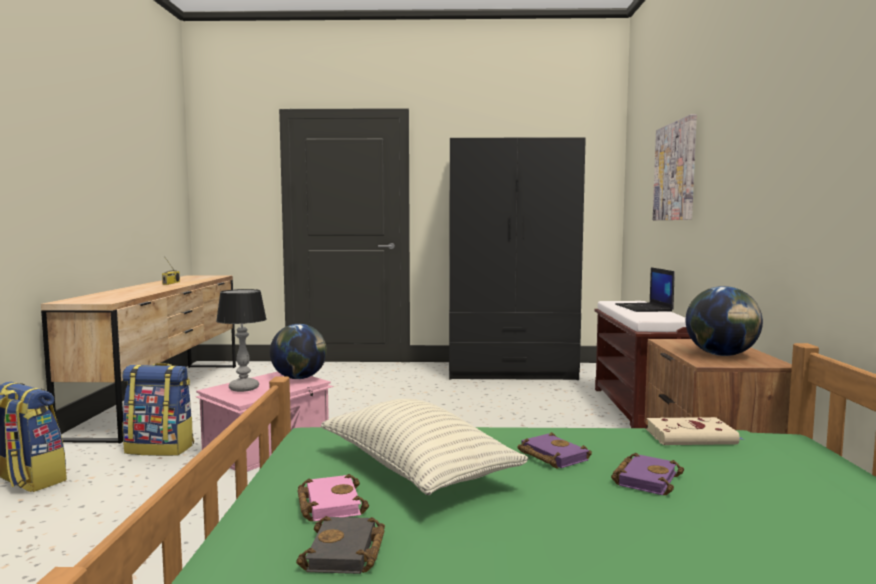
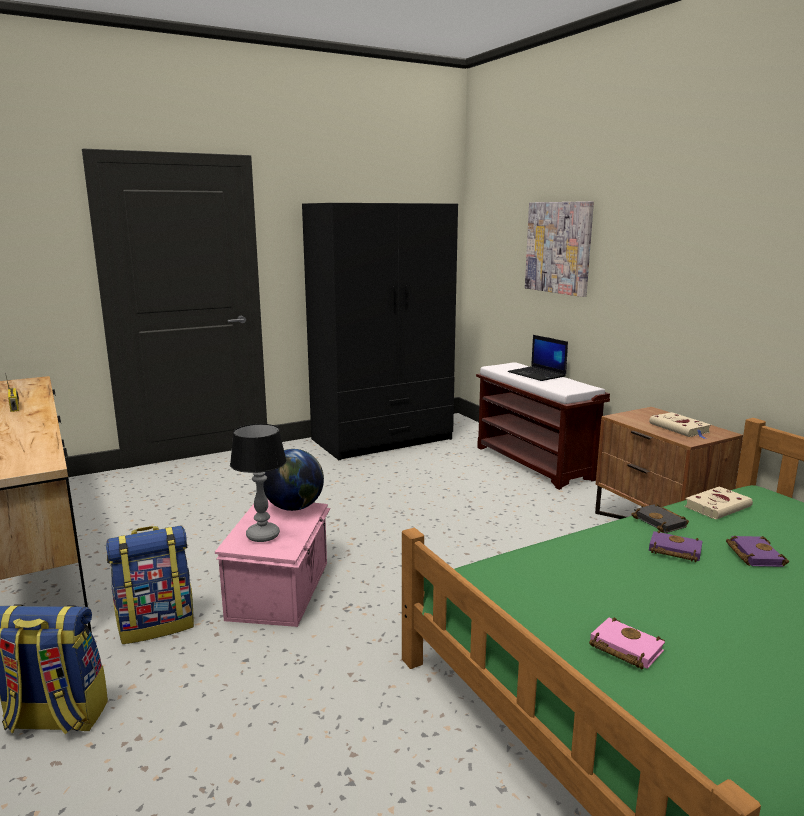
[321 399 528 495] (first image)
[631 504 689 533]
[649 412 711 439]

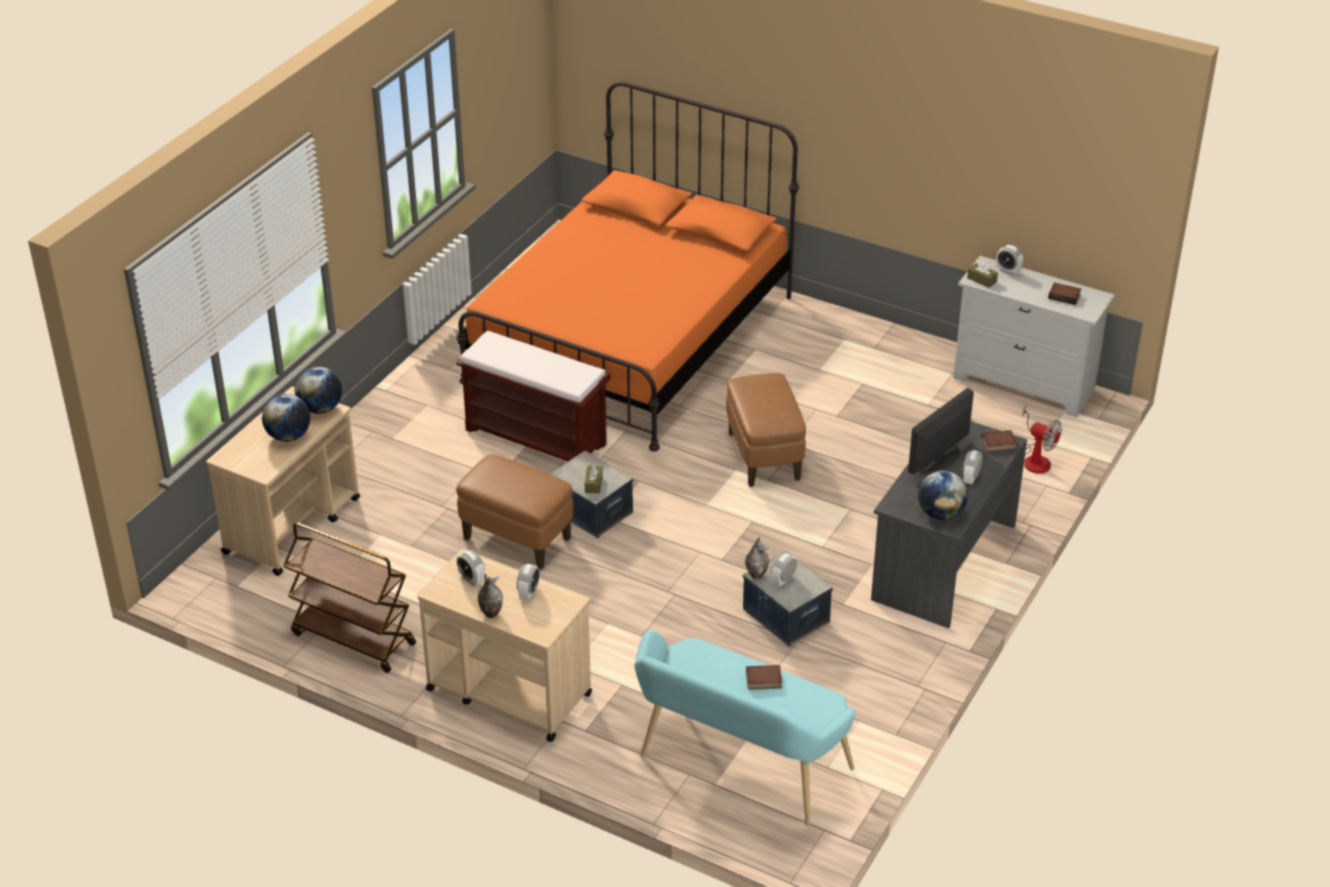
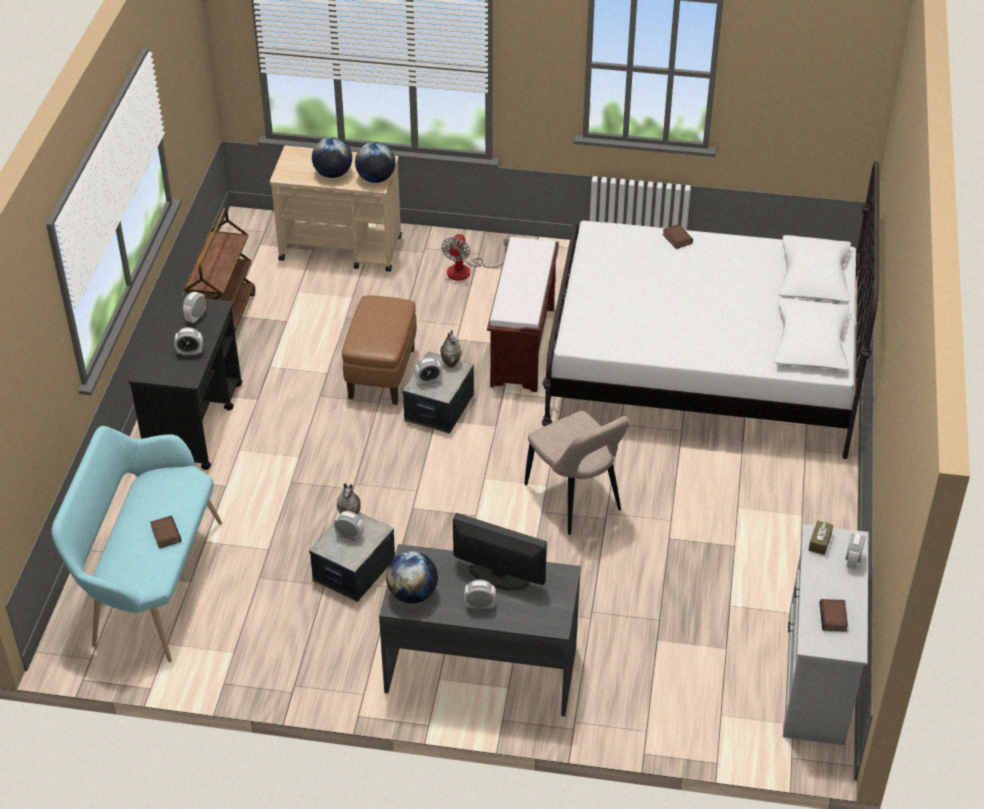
[440 330 462 368]
[662 224 693 249]
[441 234 509 281]
[415 357 442 386]
[524 411 630 535]
[128 295 243 470]
[542 161 879 459]

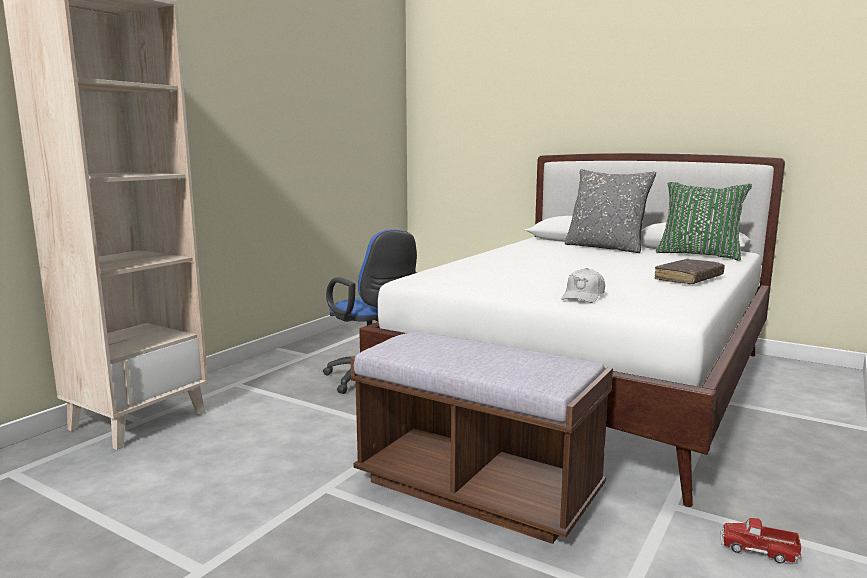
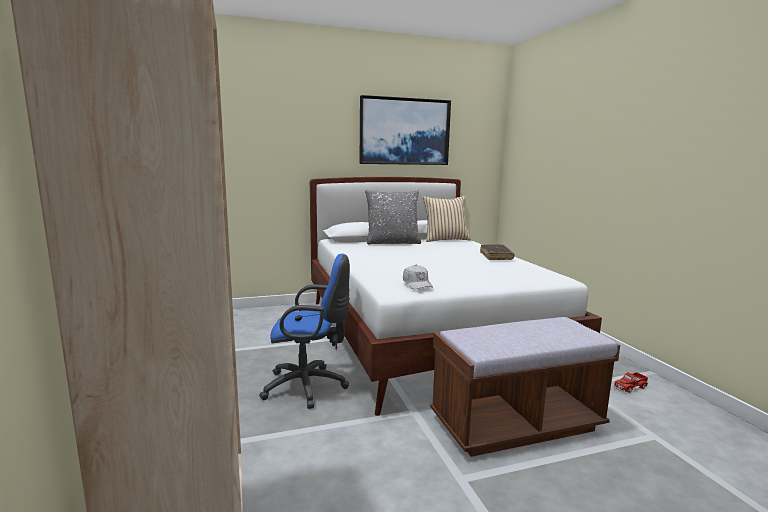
[359 95 451 165]
[403 265 433 289]
[422 196 471 242]

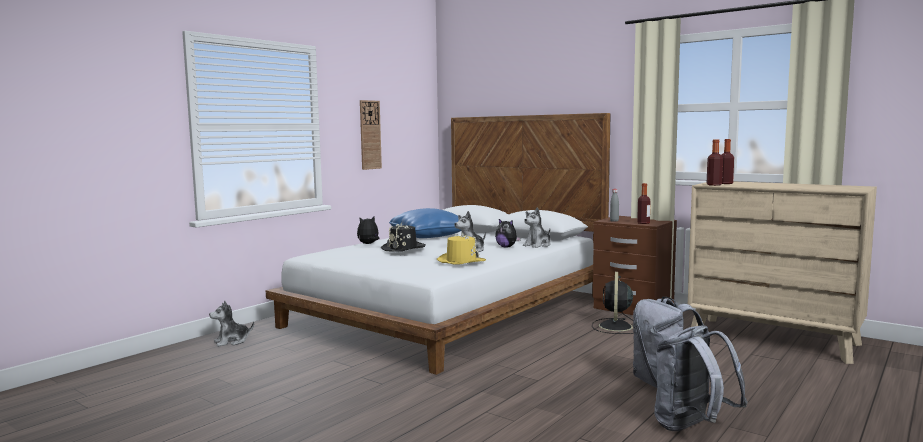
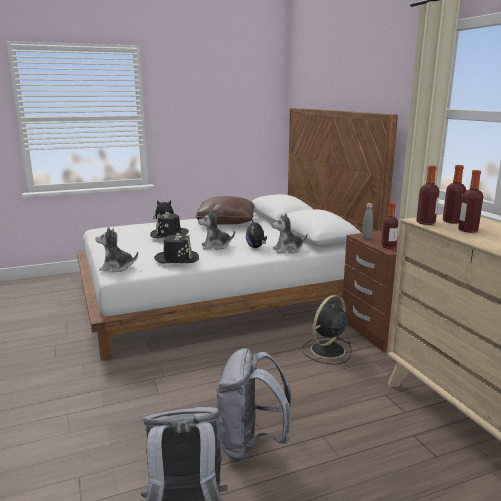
[360 100 382 170] (first image)
[458 170 483 233]
[96 227 138 272]
[195 196 255 225]
[154 233 199 263]

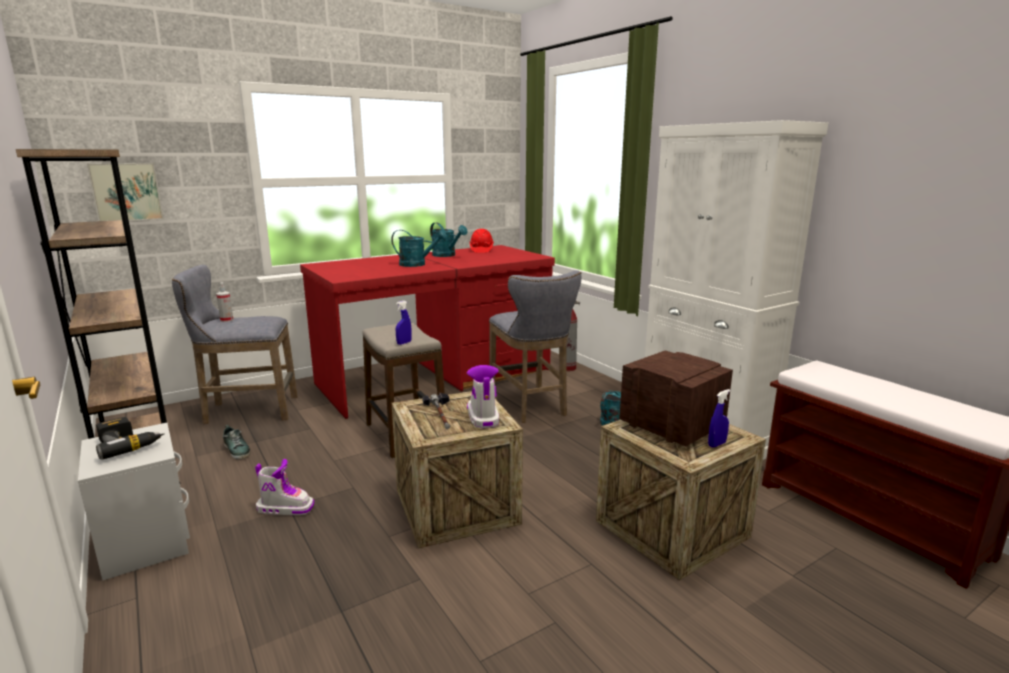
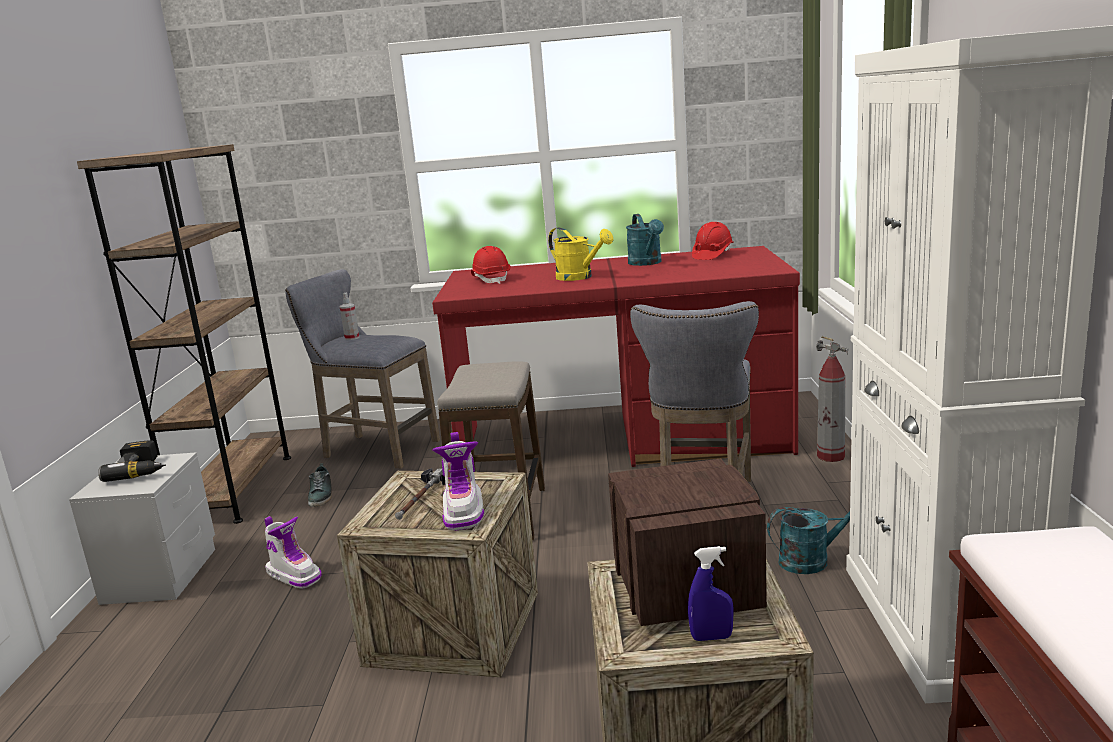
[87 163 164 221] (first image)
[396 301 412 345] (first image)
[471 246 510 284]
[548 227 613 281]
[432 432 484 531]

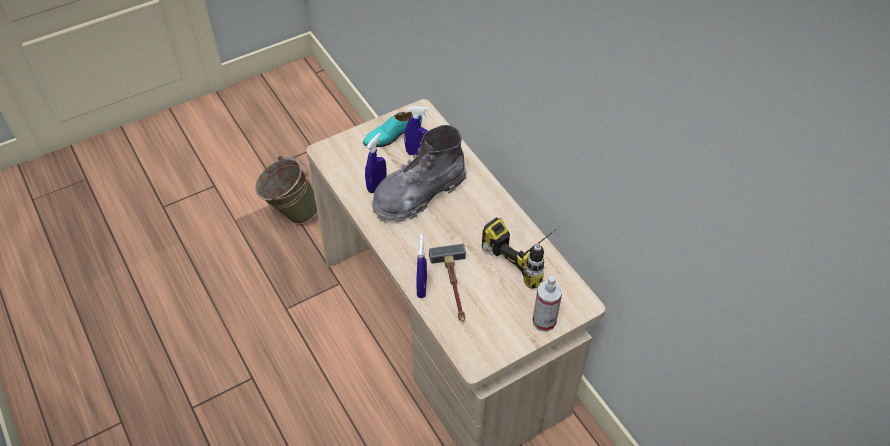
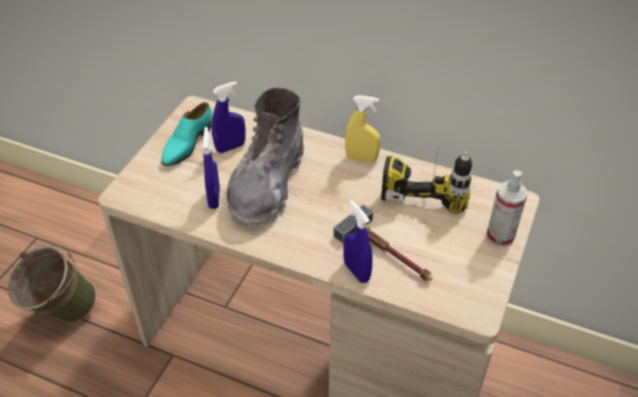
[345 95 381 163]

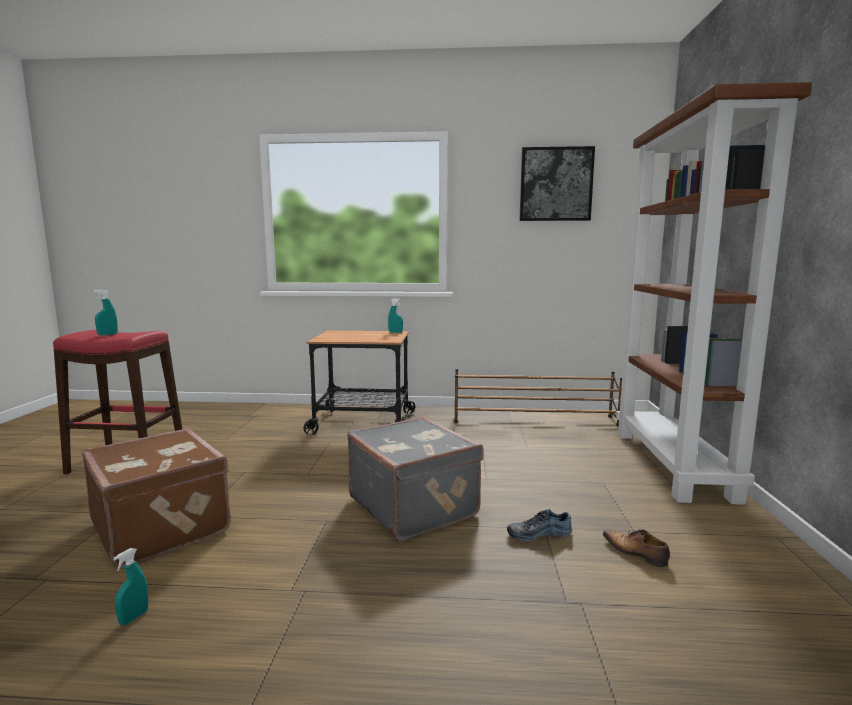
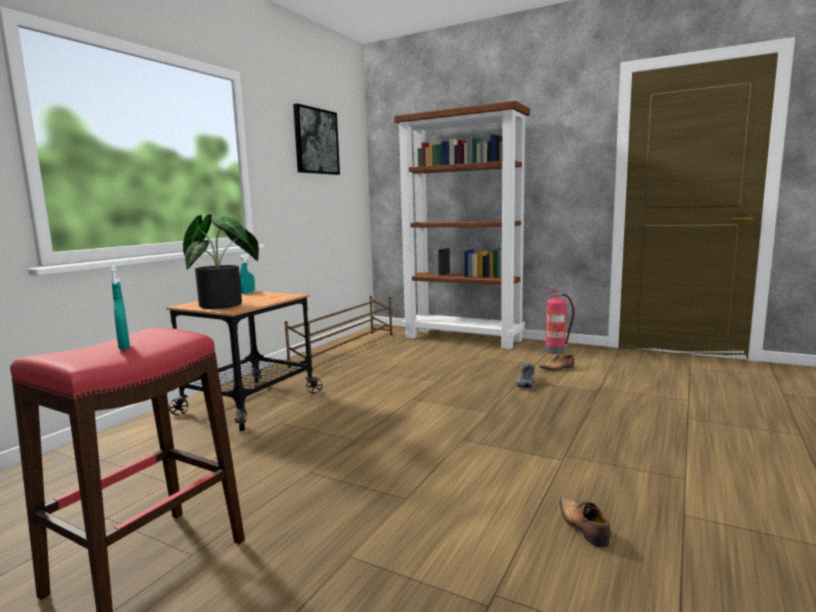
[82 428 231 568] (first image)
[347 417 483 541] (first image)
[183 214 259 309]
[545 288 574 354]
[559 496 611 548]

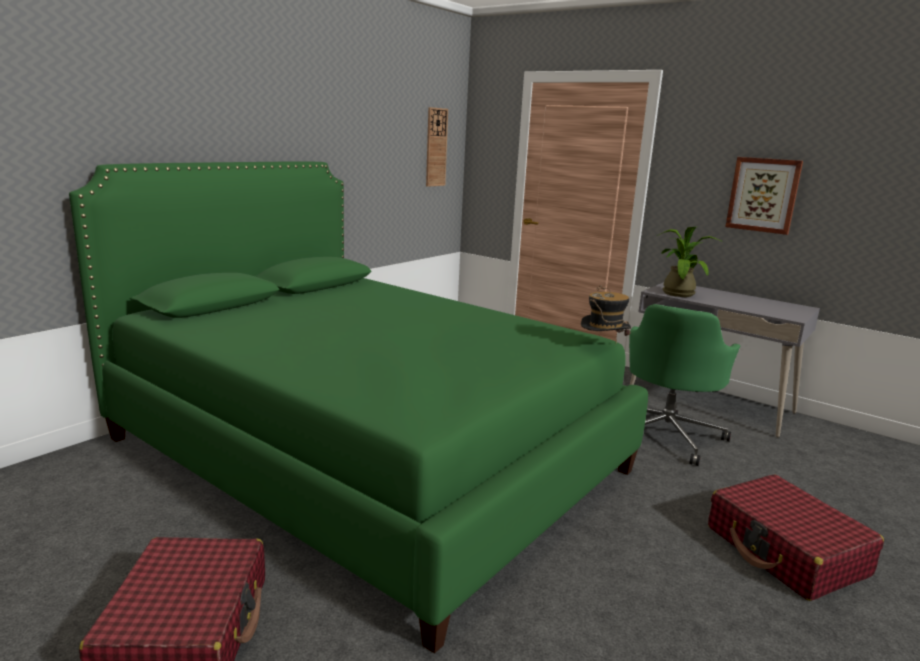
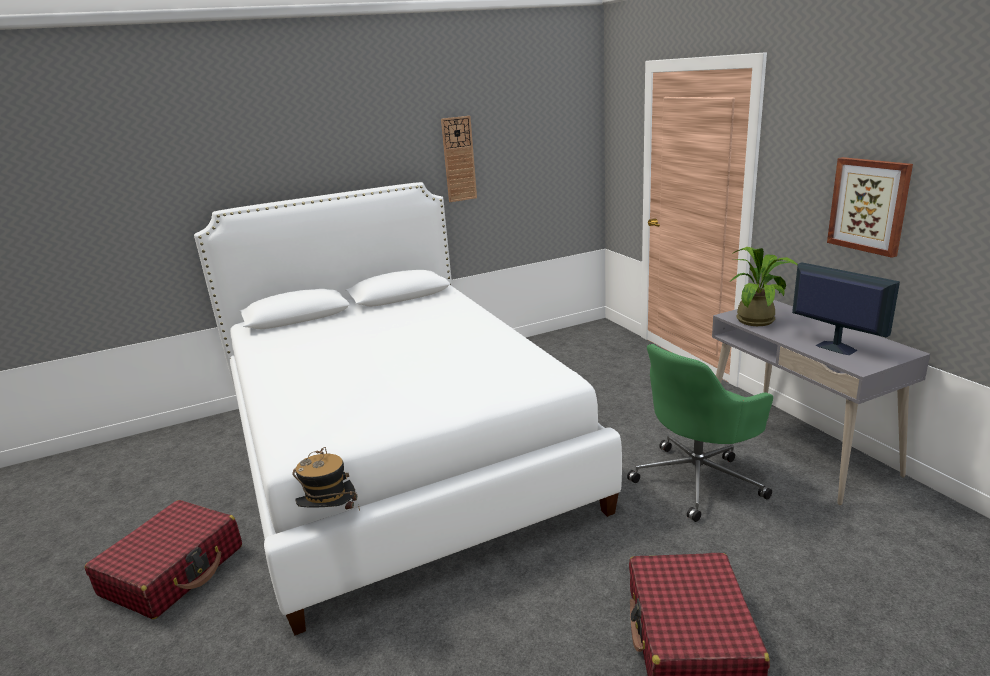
[792 262 900 355]
[441 116 477 202]
[292 447 360 511]
[194 182 622 635]

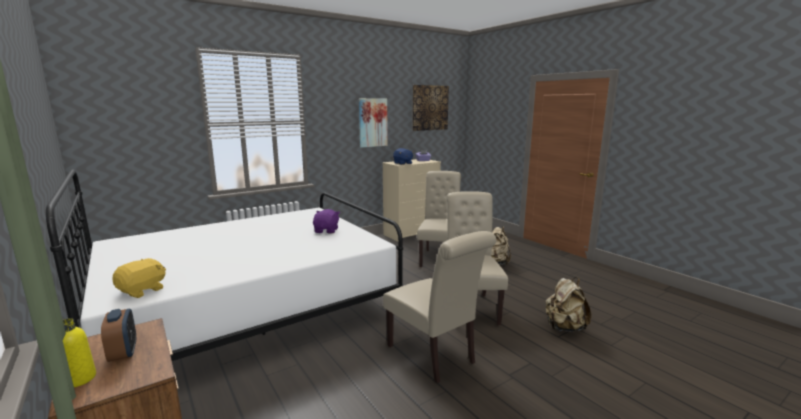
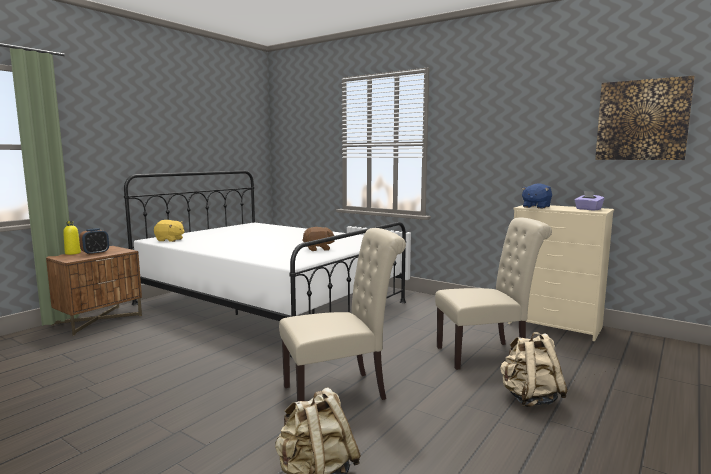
[359 98 388 147] (first image)
[383 231 496 383] (first image)
[302 227 335 251]

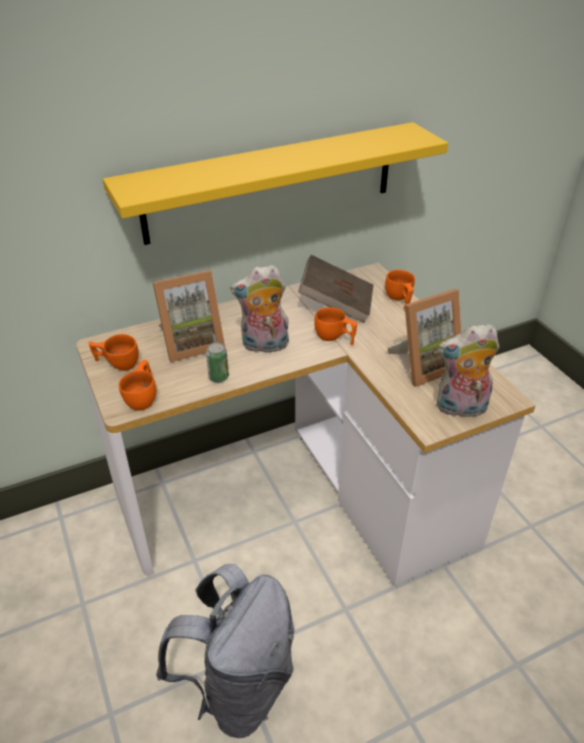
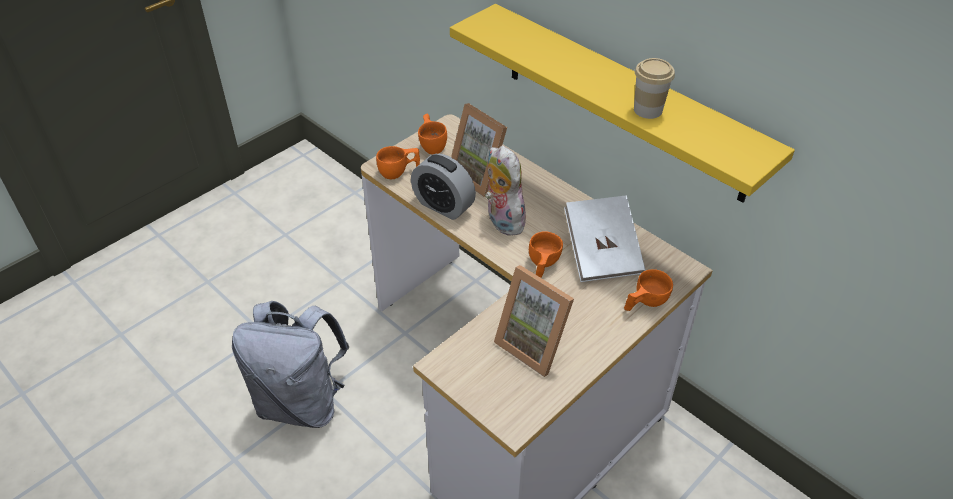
[437 324 500 417] (first image)
[634 58 675 119]
[411 154 476 220]
[564 195 645 282]

